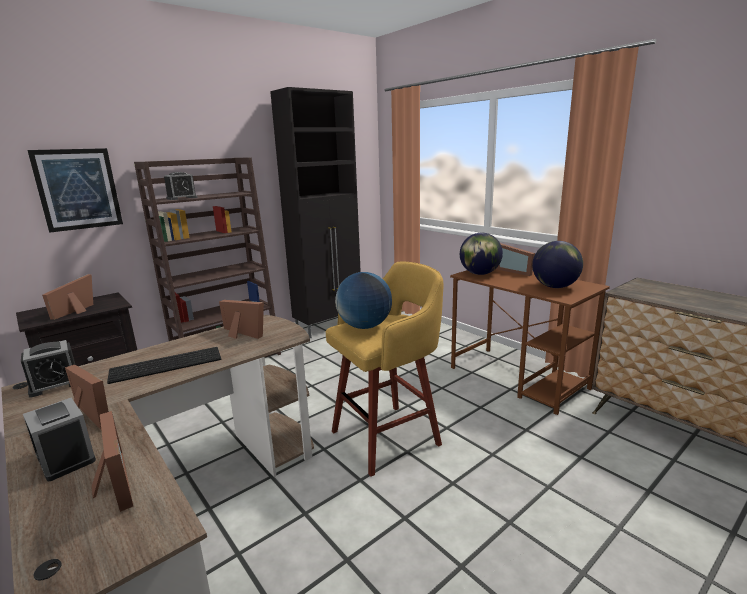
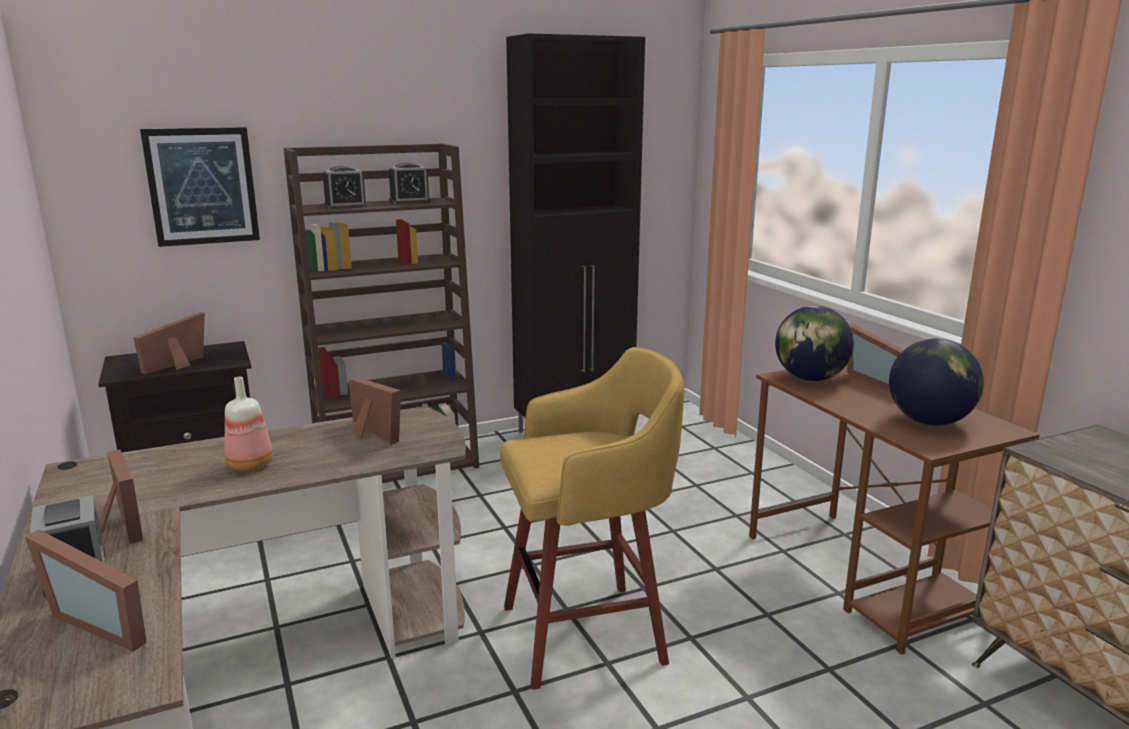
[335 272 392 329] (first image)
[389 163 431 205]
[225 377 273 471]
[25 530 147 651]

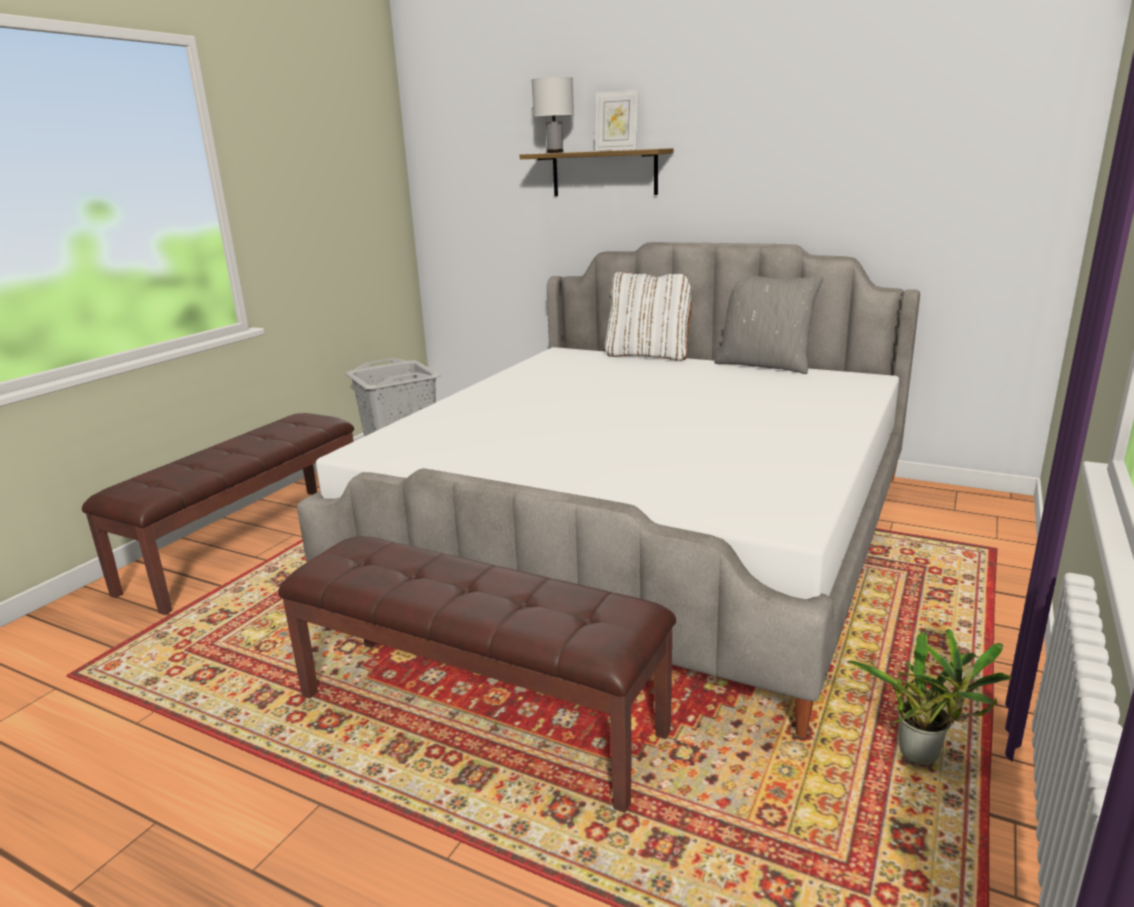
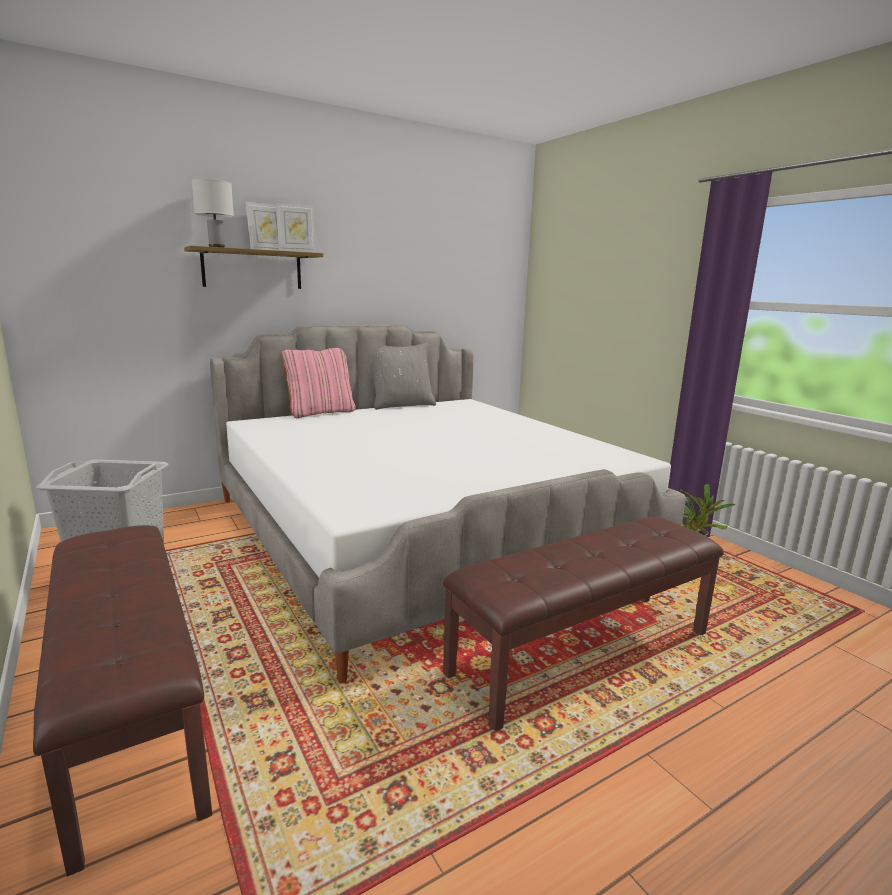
[276 203 316 253]
[282 348 356 418]

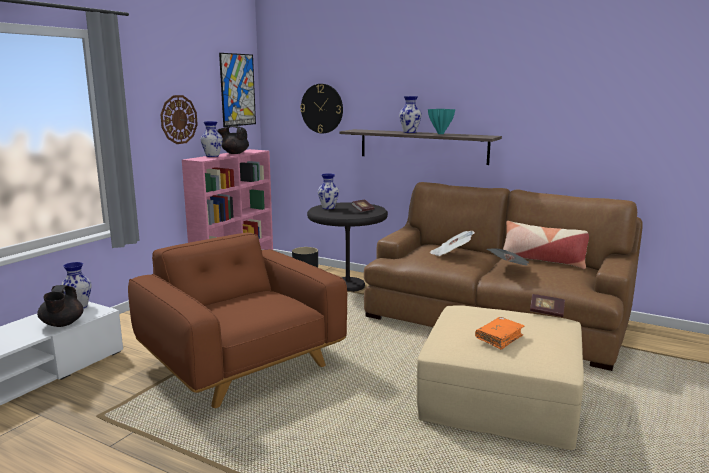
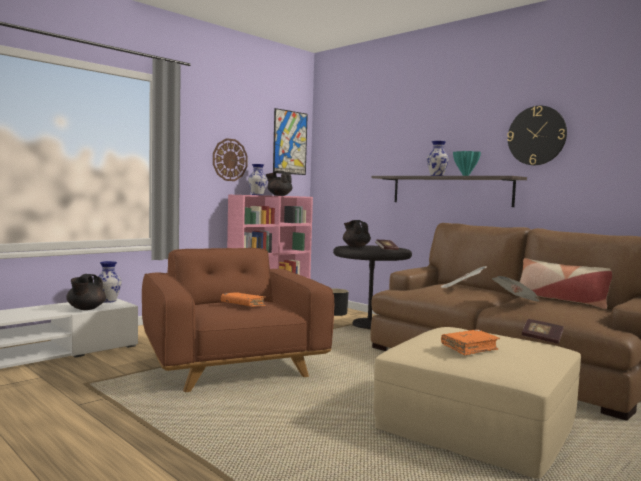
[221 292 266 307]
[507 106 567 165]
[343 220 371 248]

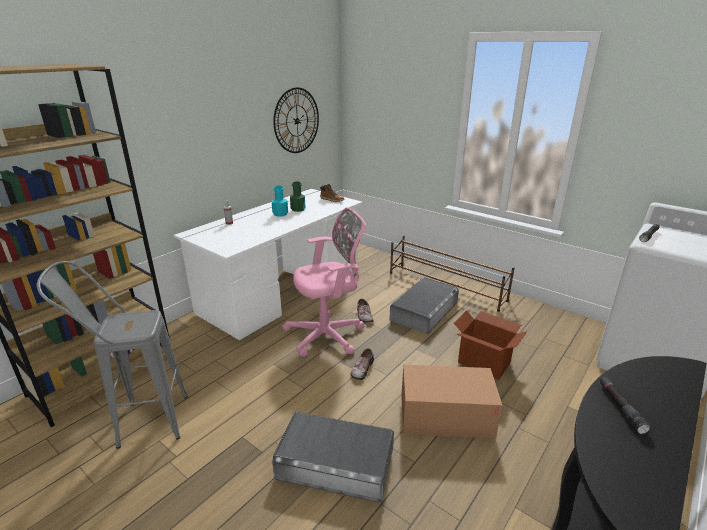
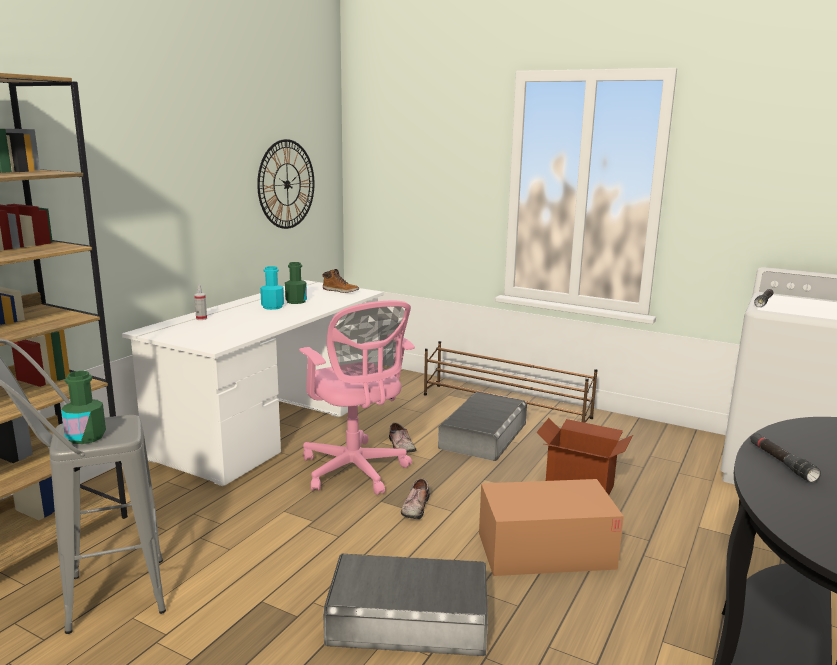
[61 371 106 444]
[299 300 415 495]

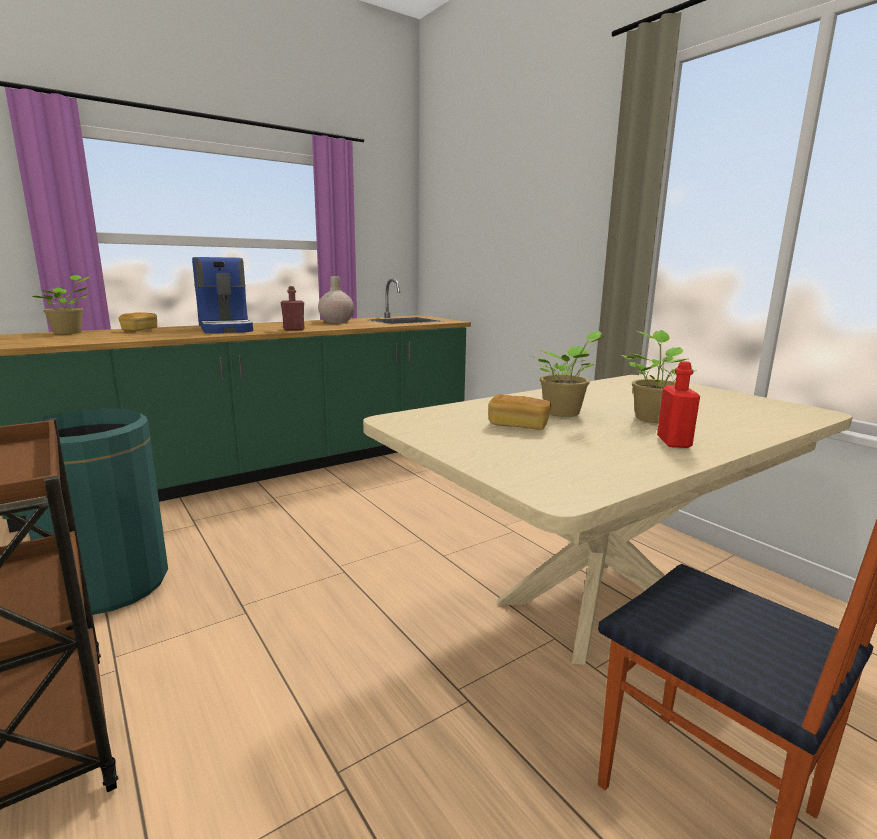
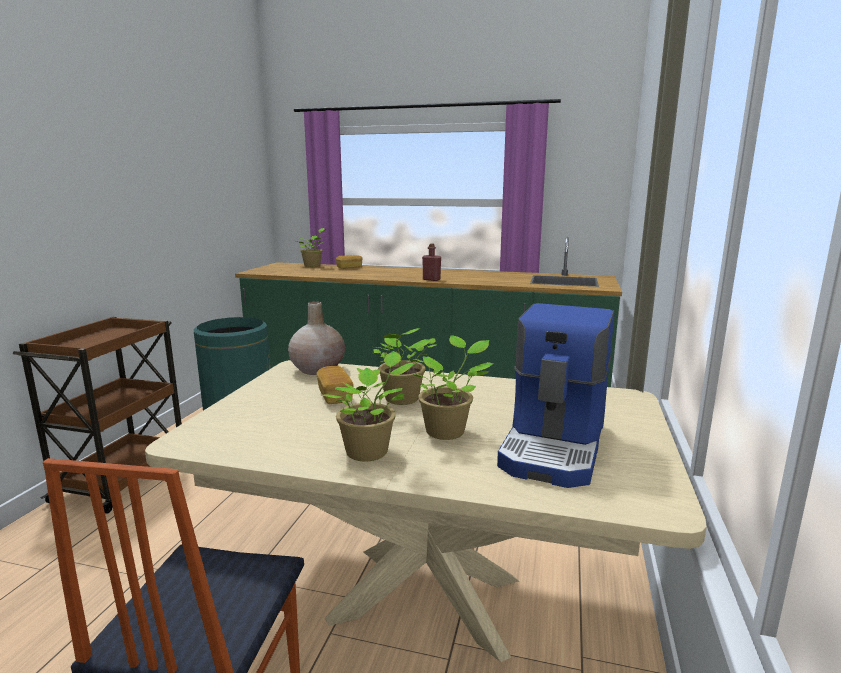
[497 303 614 488]
[288 301 345 375]
[320 351 415 461]

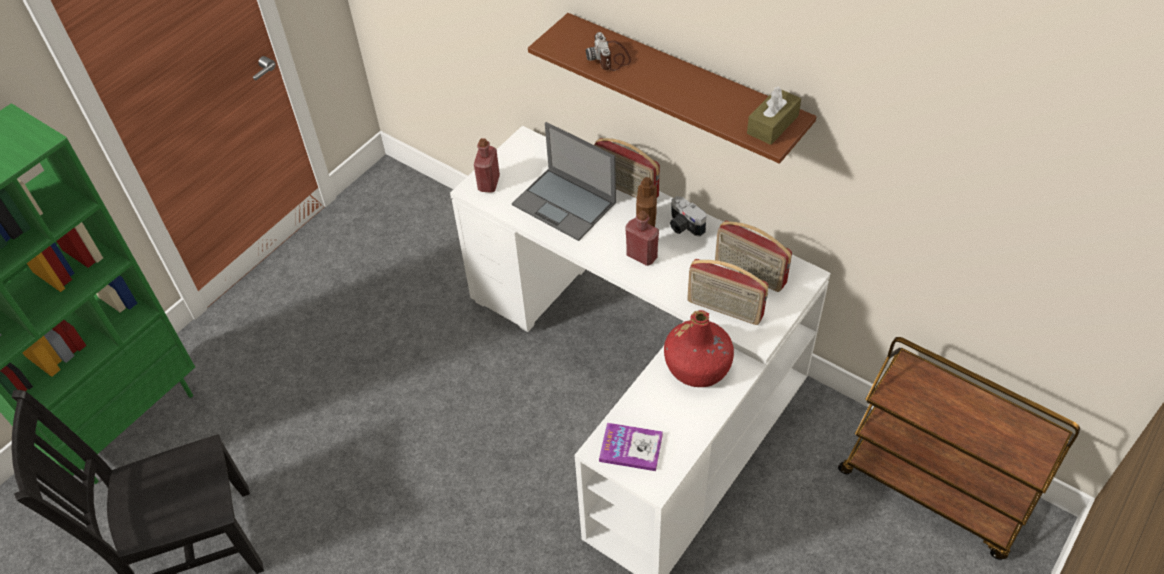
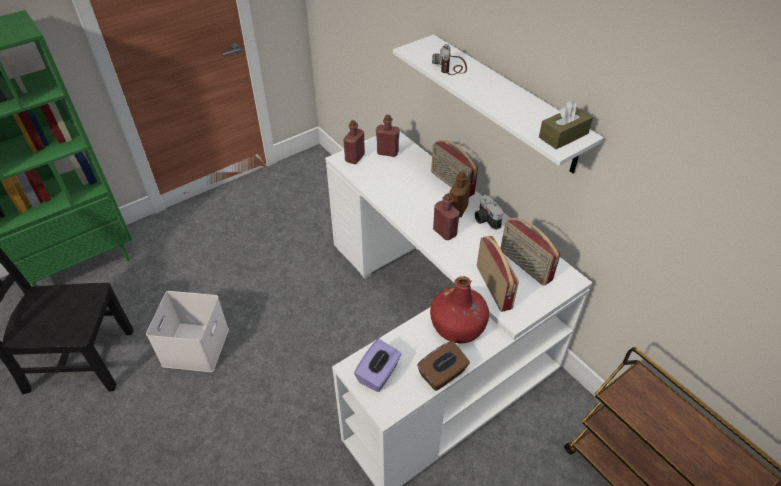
[512 122 616 241] (first image)
[146 291 229 372]
[376 115 400 157]
[417 341 470 391]
[354 339 402 392]
[393 34 604 173]
[477 236 519 312]

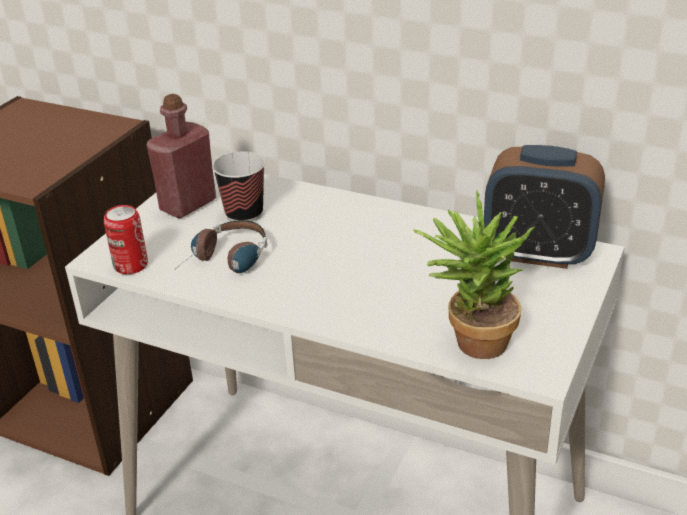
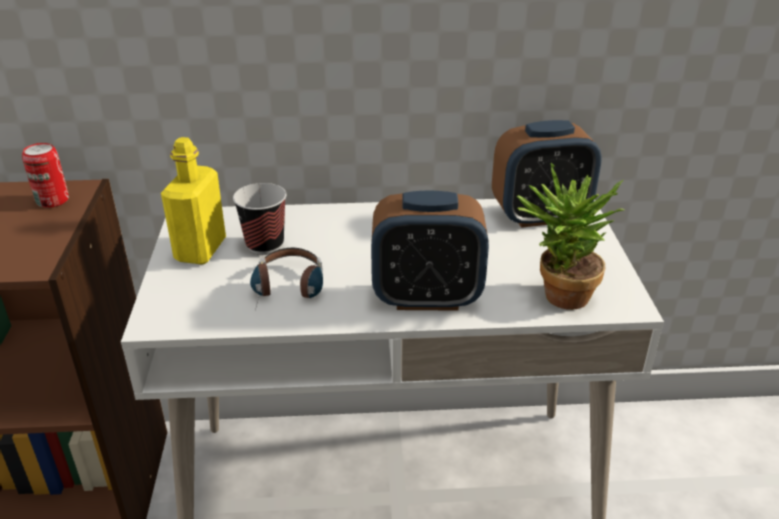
[371 190 489 311]
[22 143 69 208]
[161 137 226 265]

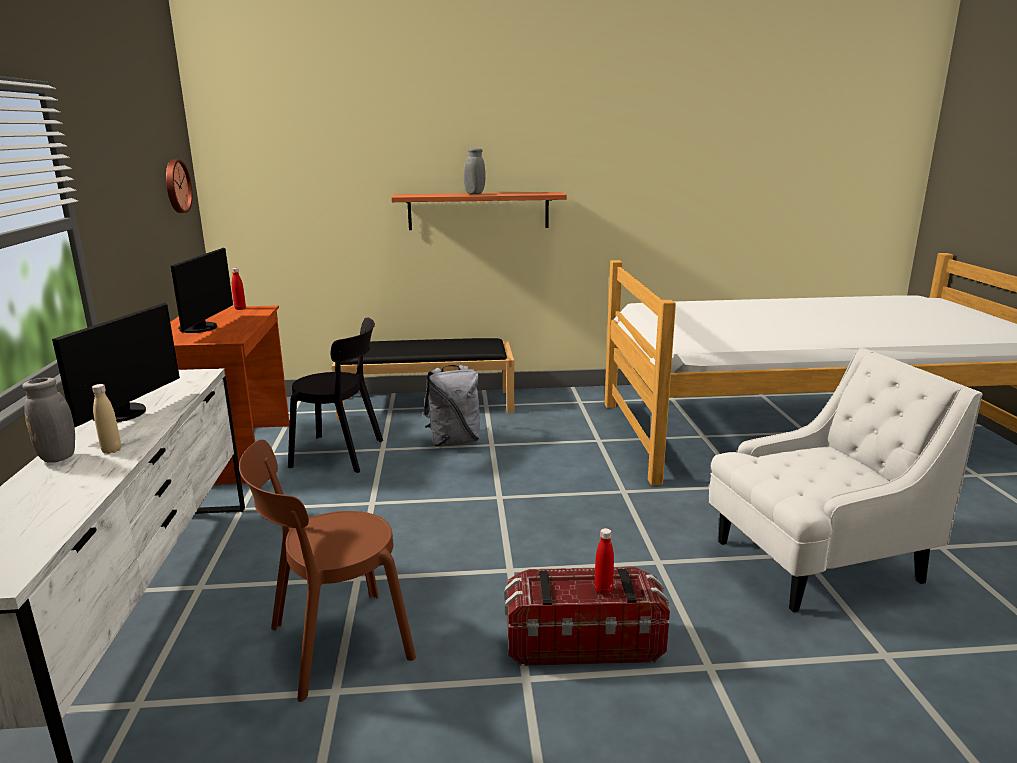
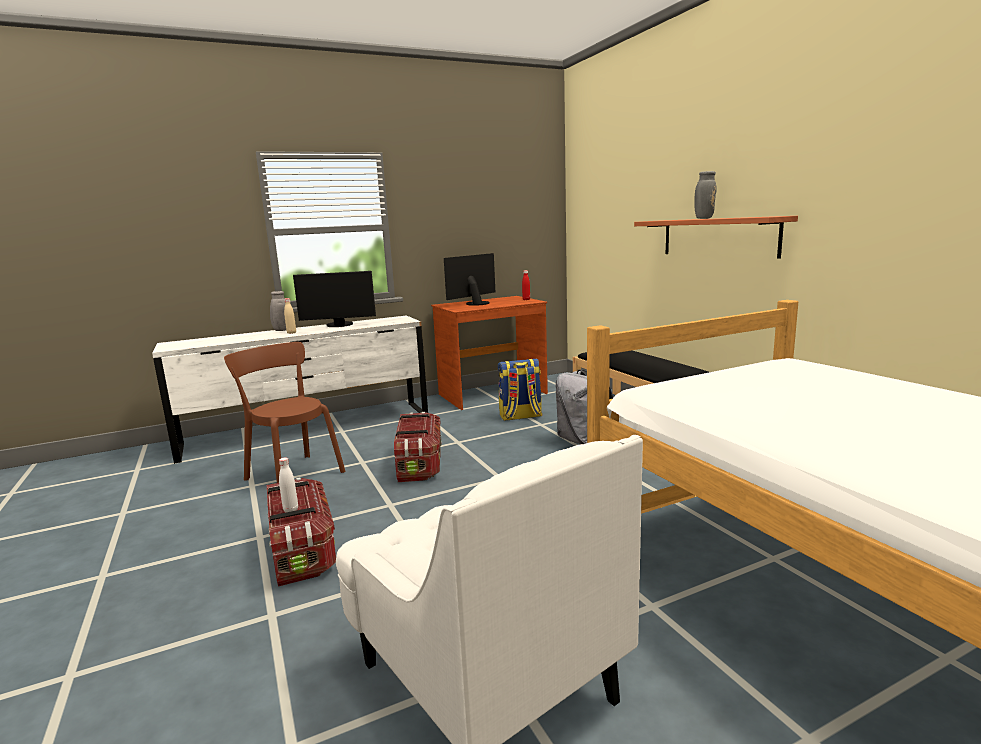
[166 159 192 213] (first image)
[394 412 442 482]
[498 359 542 421]
[279 457 298 512]
[444 253 495 306]

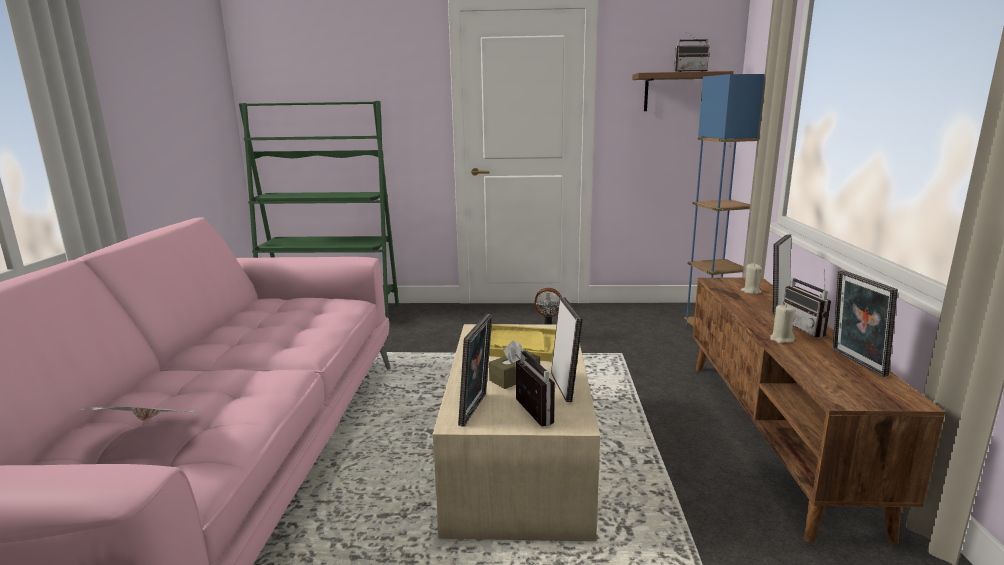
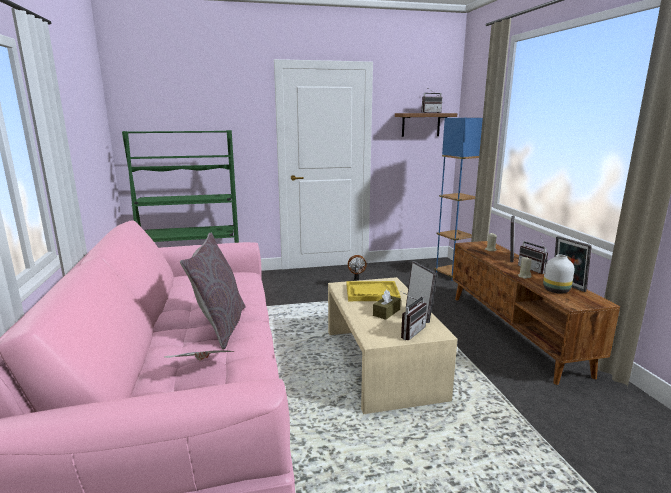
[458 314 492 427] (first image)
[180 233 246 349]
[543 254 575 294]
[401 292 427 340]

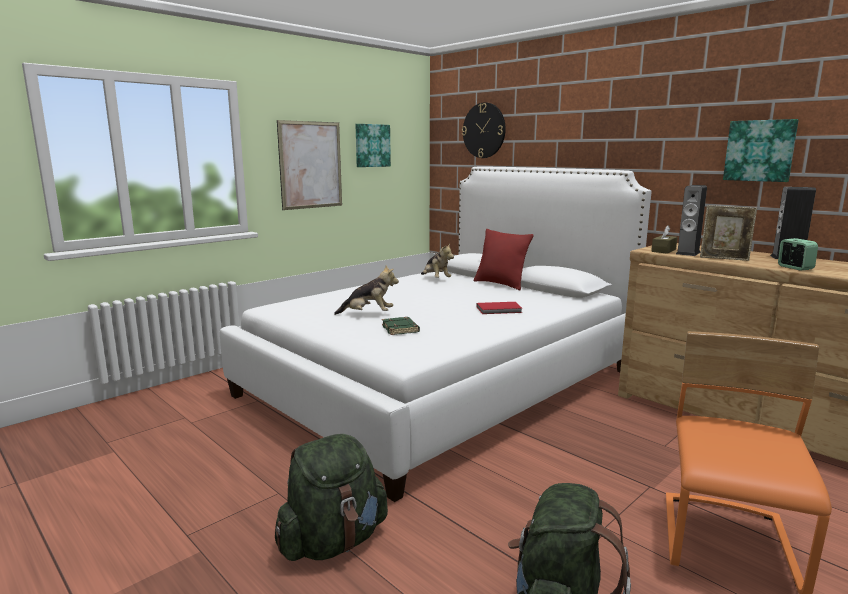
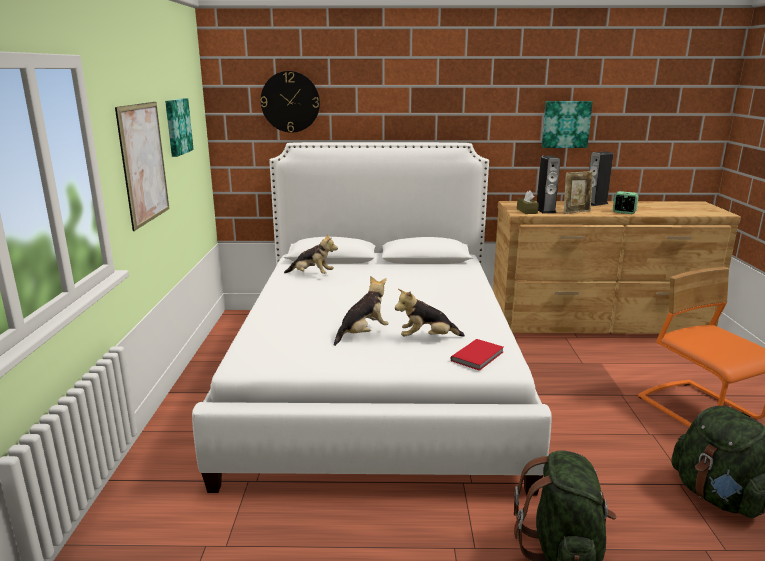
[474 229 534 290] (first image)
[450 339 504 371]
[395 289 465 337]

